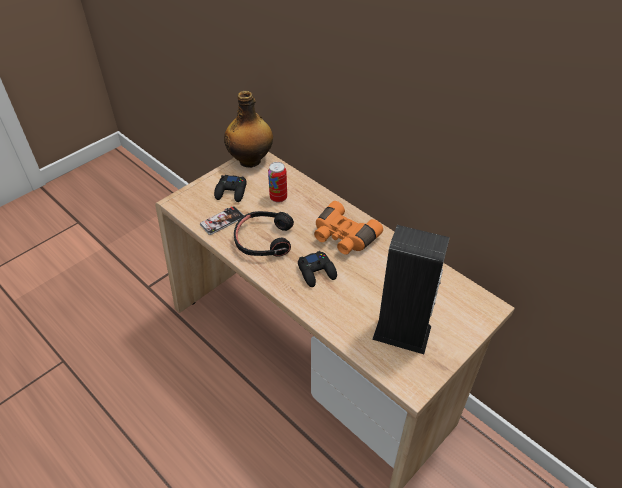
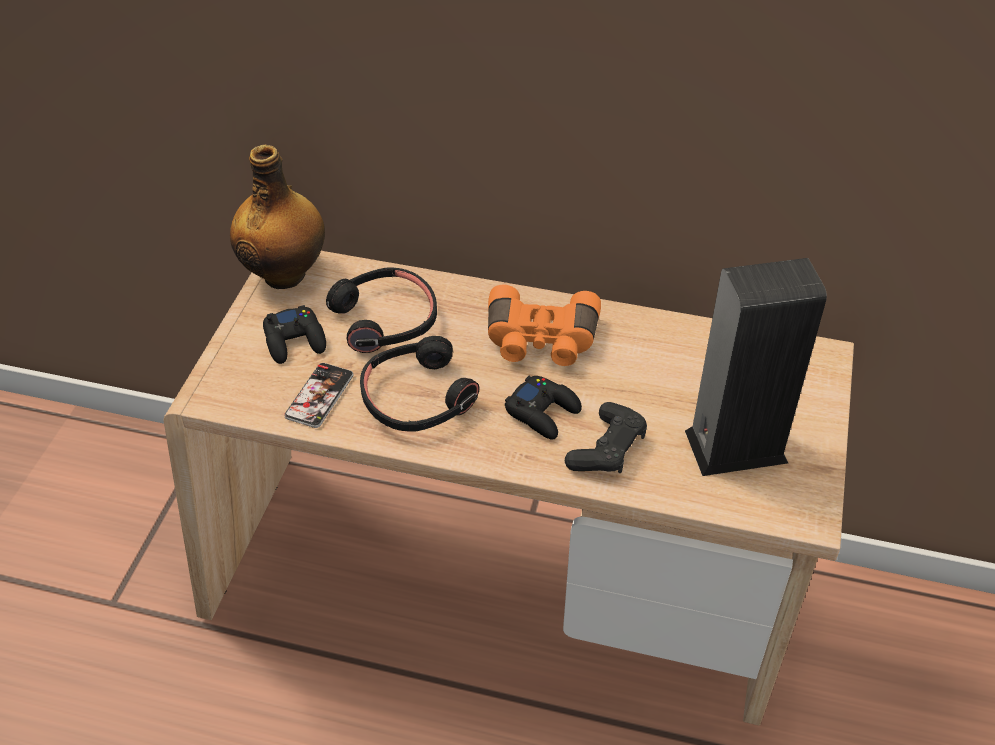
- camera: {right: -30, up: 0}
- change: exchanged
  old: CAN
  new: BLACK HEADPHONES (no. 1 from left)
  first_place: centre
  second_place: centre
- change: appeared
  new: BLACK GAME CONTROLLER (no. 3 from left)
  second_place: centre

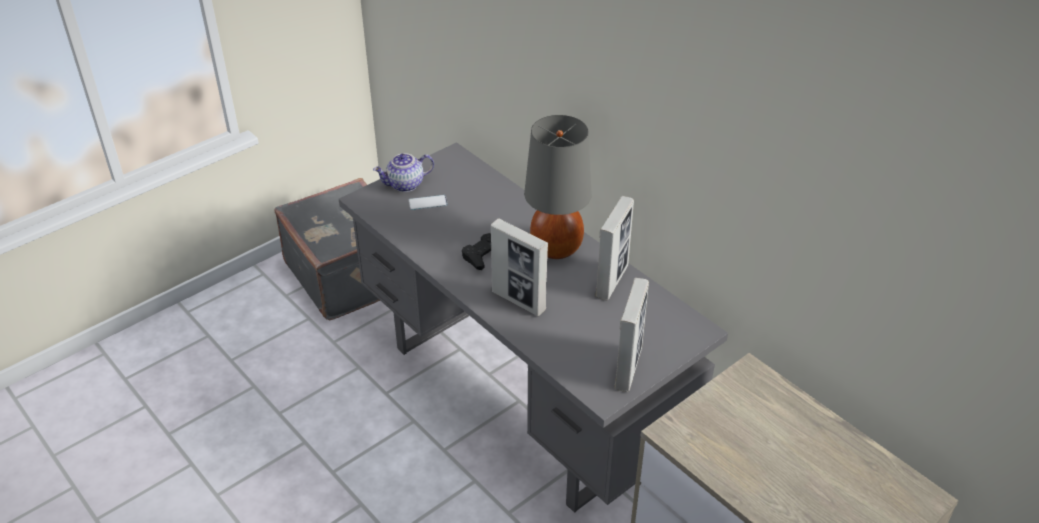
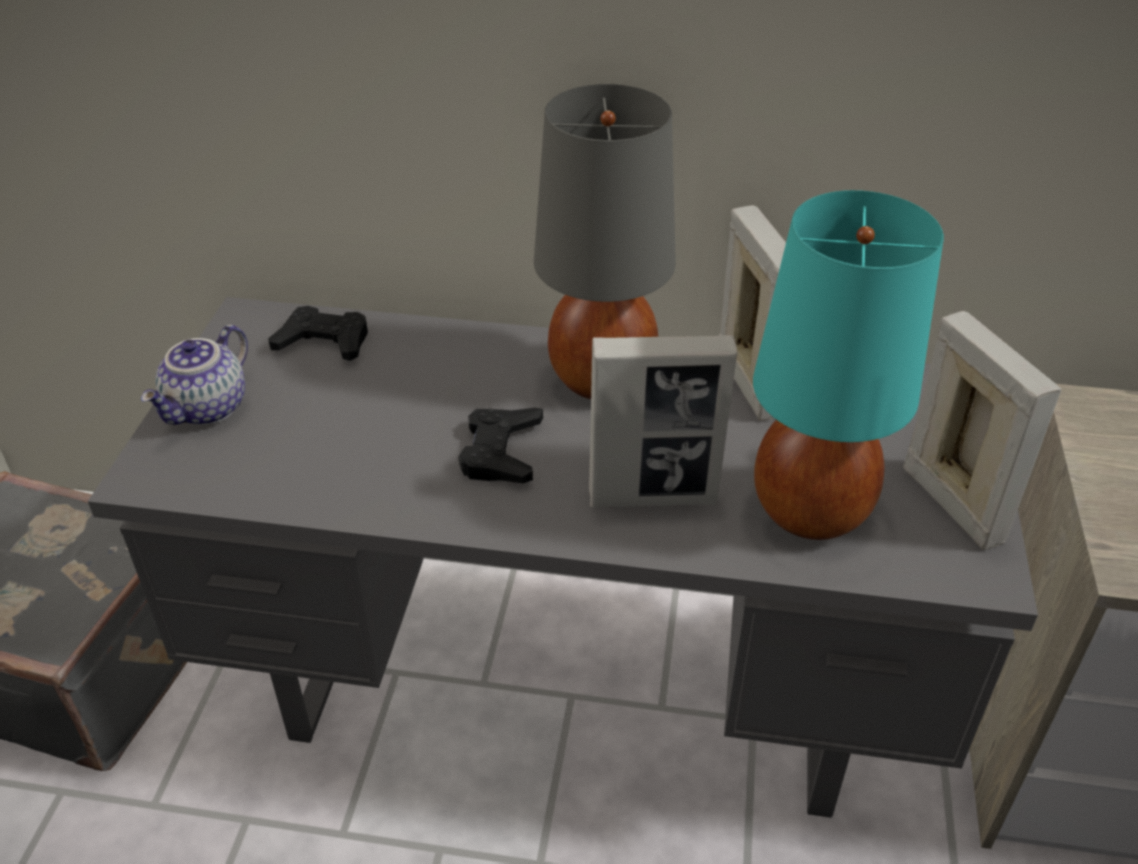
- camera: {right: -40, up: 0}
- change: missing
  old: PHONE
  first_place: centre
- change: appeared
  new: TURQUOISE TABLE LAMP
  second_place: middle right
- change: appeared
  new: BLACK GAME CONTROLLER (no. 1 from left)
  second_place: middle left

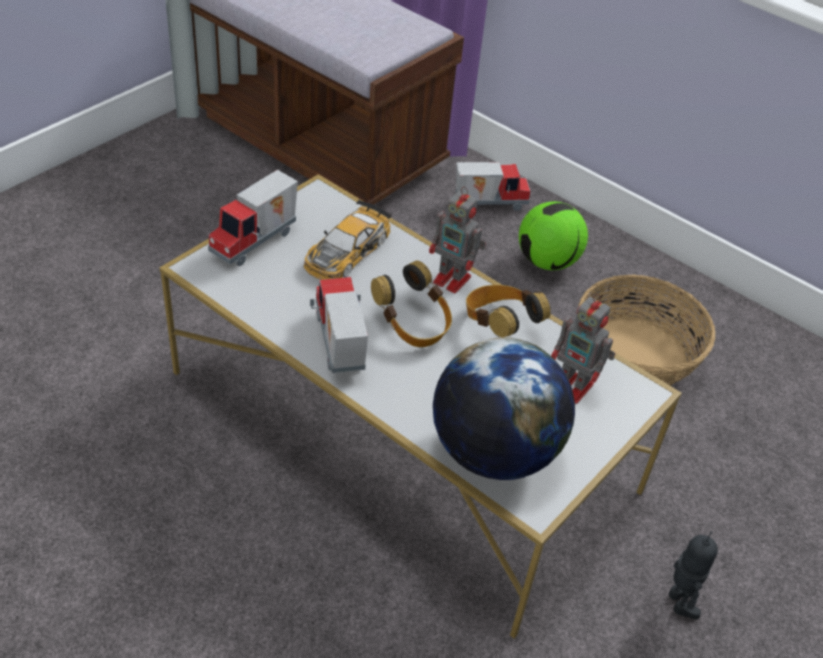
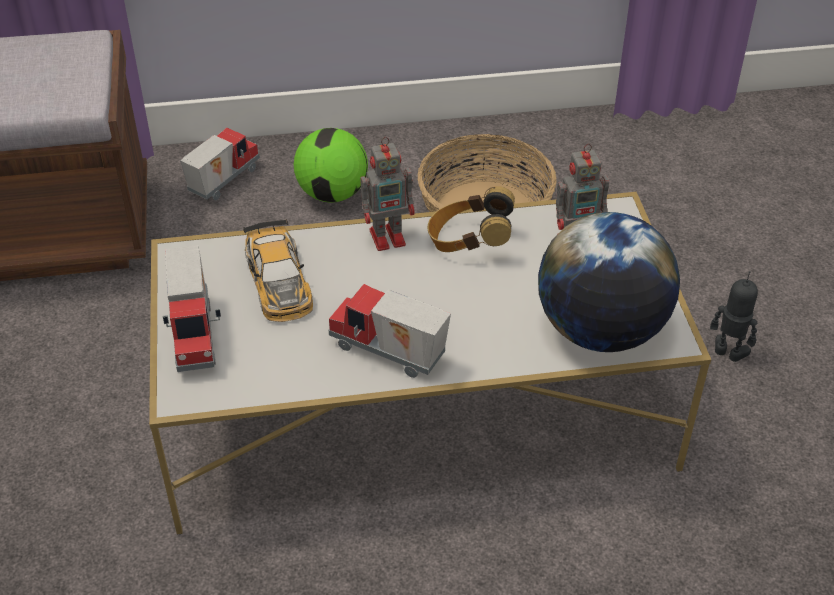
- camera: {right: -45, up: 0}
- change: missing
  old: HEADPHONES (no. 1 from left)
  first_place: centre

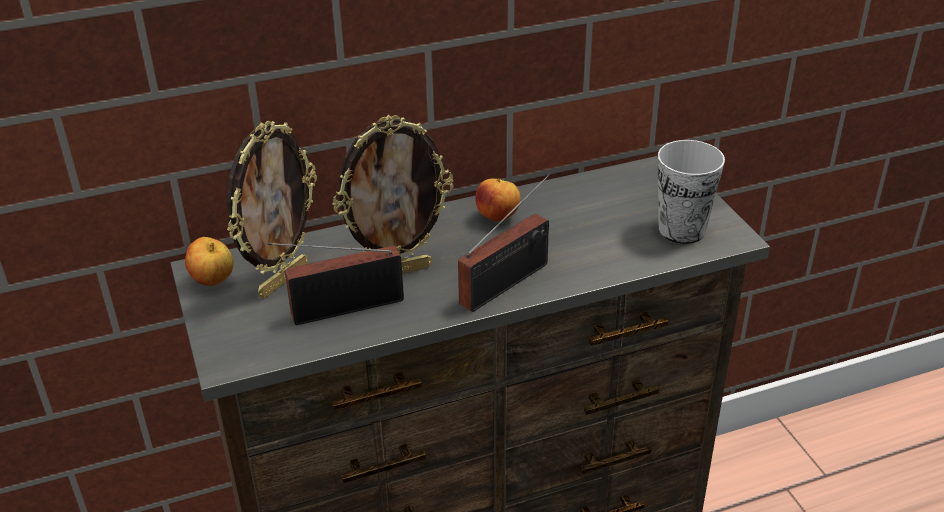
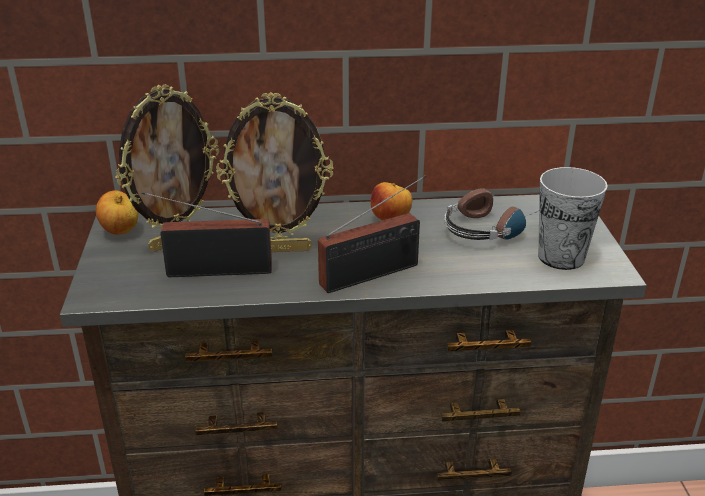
- camera: {right: 15, up: -5}
- change: appeared
  new: HEADPHONES
  second_place: middle right

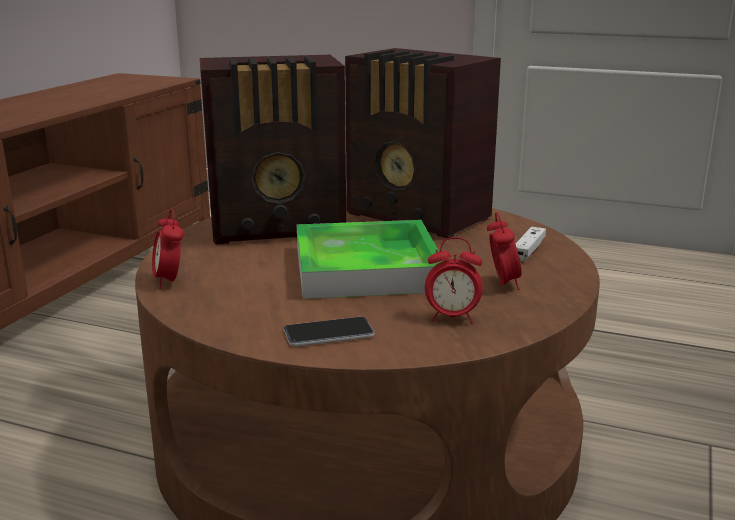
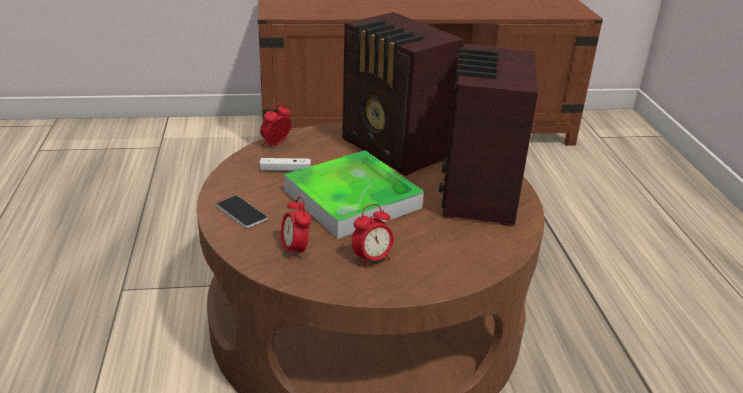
- camera: {right: 60, up: 10}
- change: relocated
  old: WHITE GAME CONTROLLER
  first_place: middle right
  second_place: centre

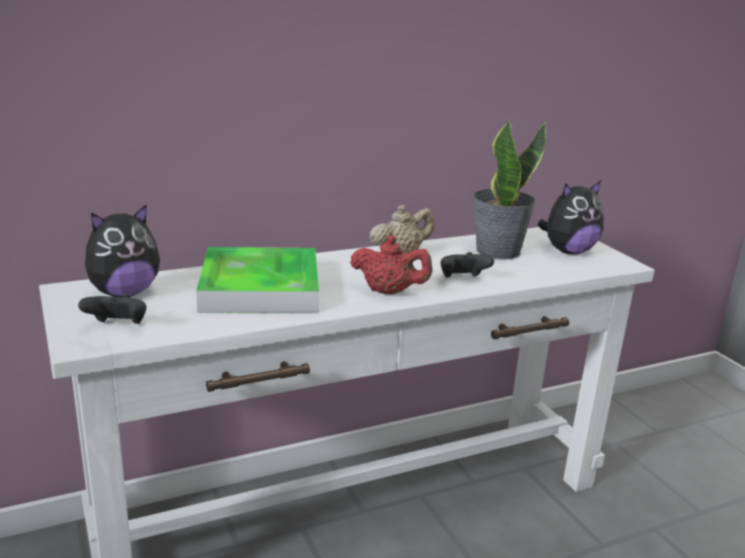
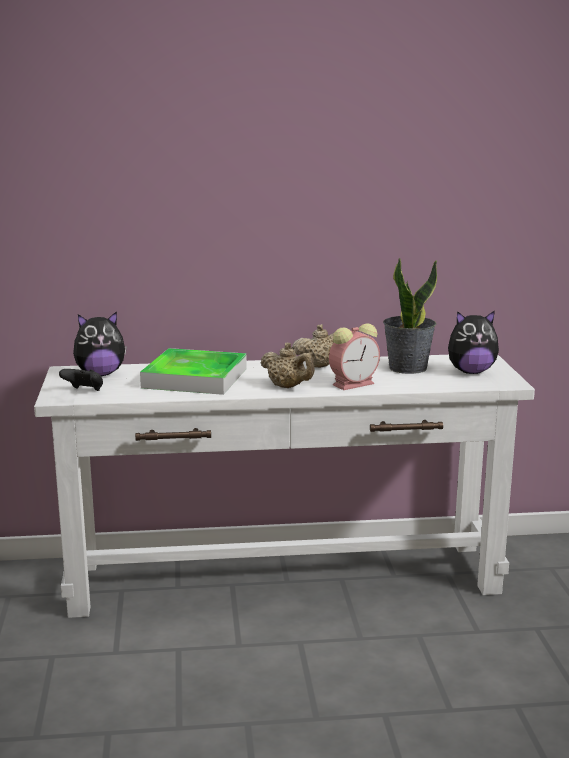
- camera: {right: 20, up: -5}
- change: colour
  old: RED TEAPOT
  new: BEIGE TEAPOT (no. 1 from left)
  first_place: centre
  second_place: centre
- change: exchanged
  old: BLACK GAME CONTROLLER (no. 2 from left)
  new: ALARM CLOCK
  first_place: centre
  second_place: centre

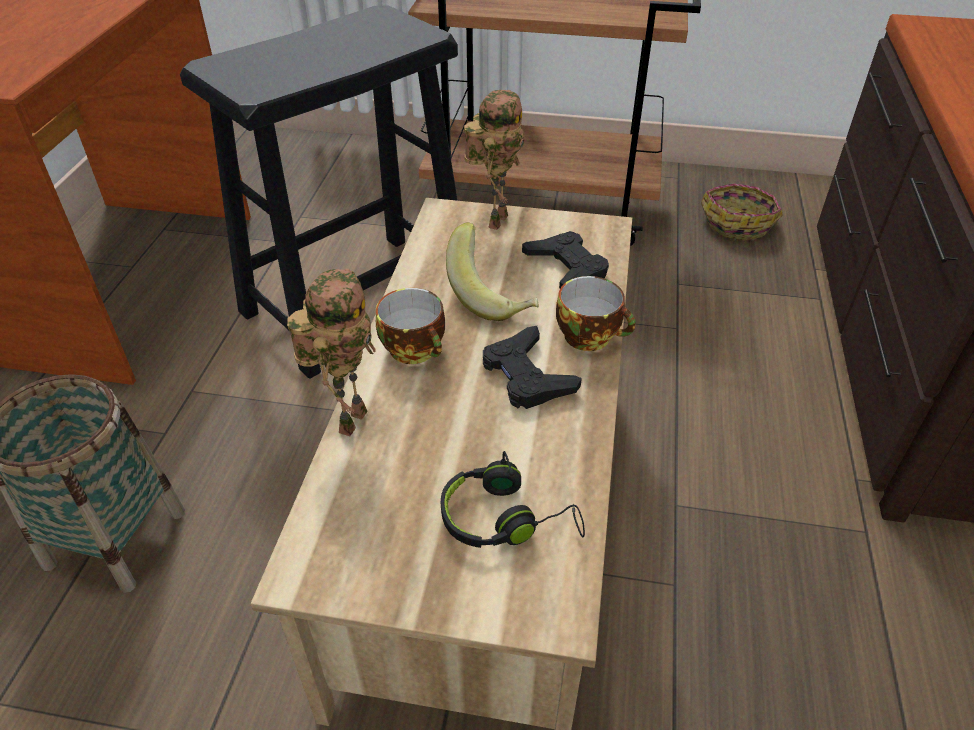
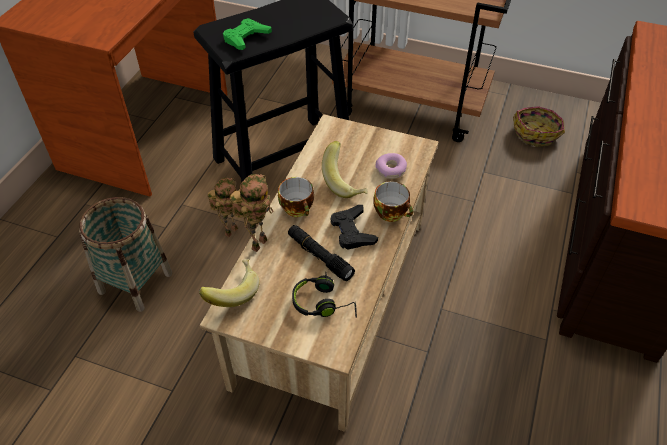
- camera: {right: 10, up: 5}
- change: relocated
  old: TOY ROBOT (no. 2 from left in the first image)
  new: TOY ROBOT (no. 1 from left)
  first_place: top centre
  second_place: centre
- change: exchanged
  old: BLACK GAME CONTROLLER (no. 2 from left)
  new: DONUT
  first_place: centre
  second_place: centre
- change: appeared
  new: GREEN GAME CONTROLLER
  second_place: top centre
- change: appeared
  new: BLACK FLASHLIGHT
  second_place: centre
- change: appeared
  new: BANANA (no. 1 from left)
  second_place: centre

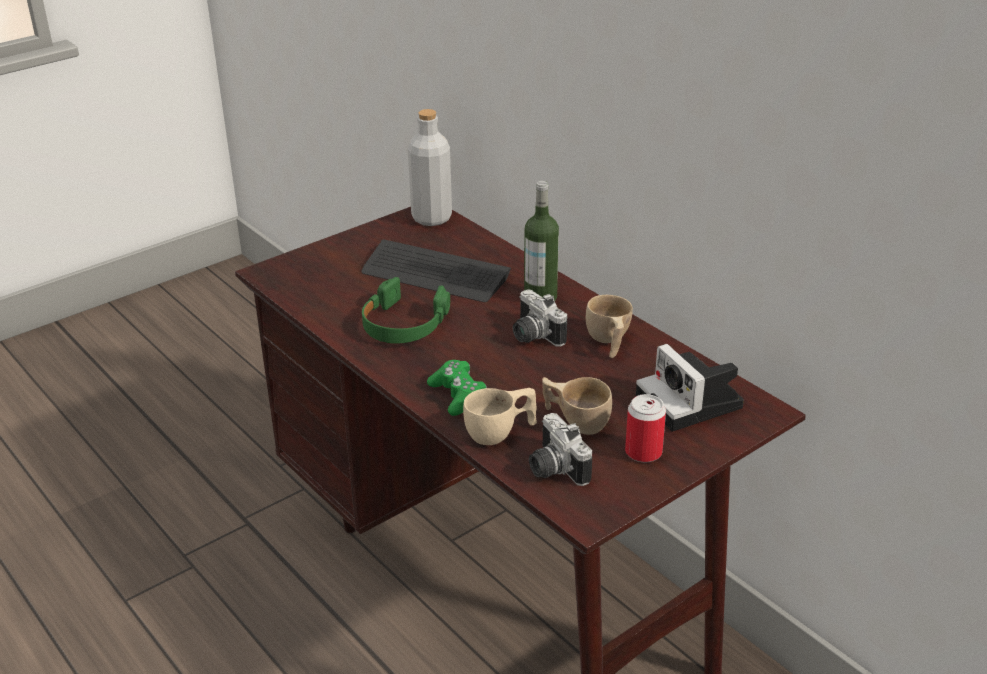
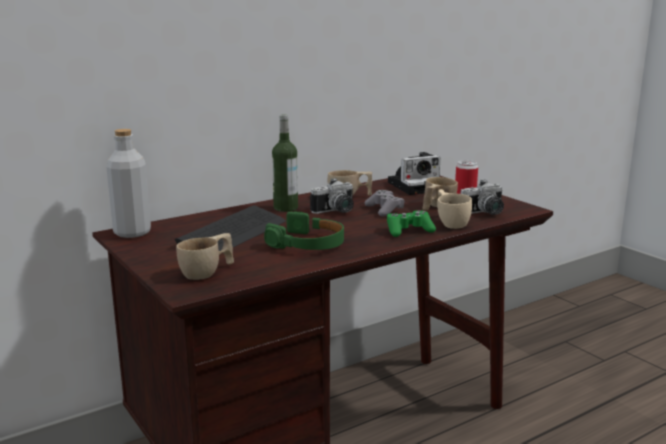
- camera: {right: -85, up: -15}
- change: appeared
  new: GREY GAME CONTROLLER
  second_place: centre
- change: appeared
  new: BEIGE CUP (no. 1 from left)
  second_place: middle left

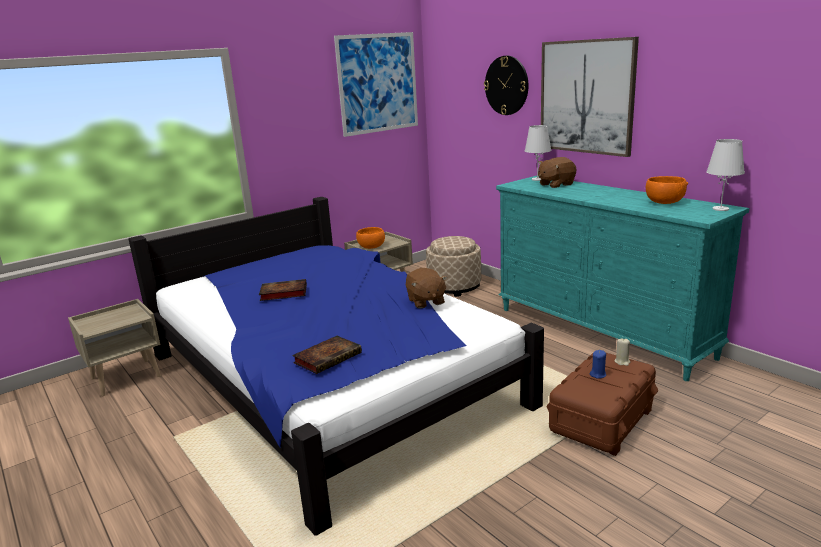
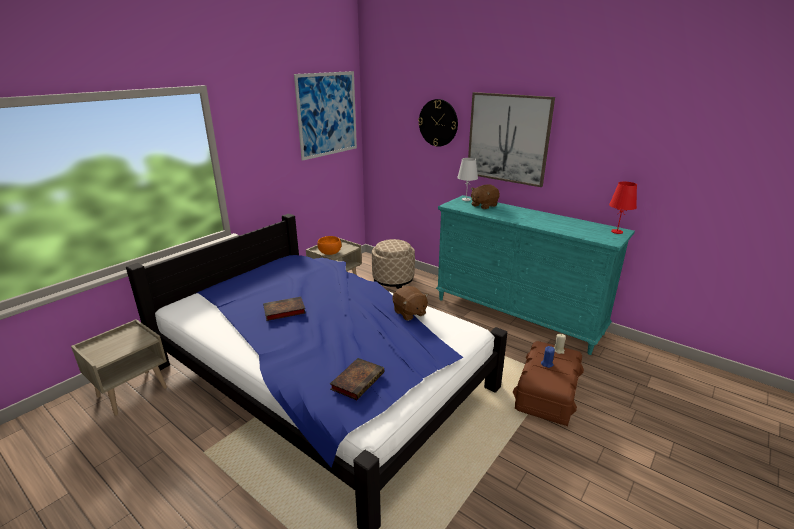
- camera: {right: -15, up: 5}
- change: colour
  old: WHITE TABLE LAMP (no. 2 from left)
  new: RED TABLE LAMP
  first_place: top right
  second_place: middle right
- change: missing
  old: ORANGE BOWL (no. 2 from left)
  first_place: middle right

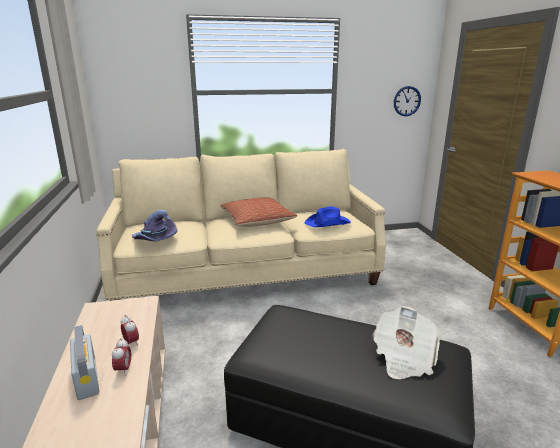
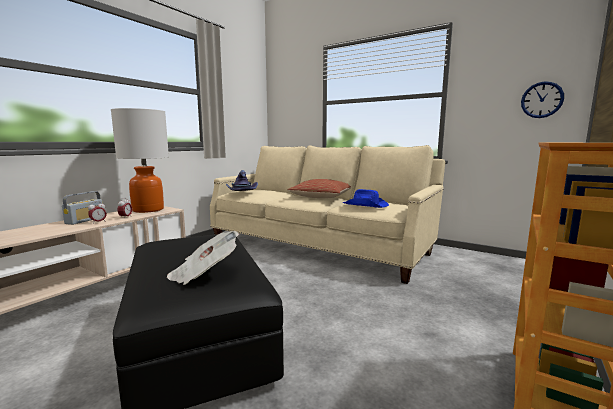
- camera: {right: 45, up: -10}
- change: appeared
  new: TABLE LAMP
  second_place: middle left

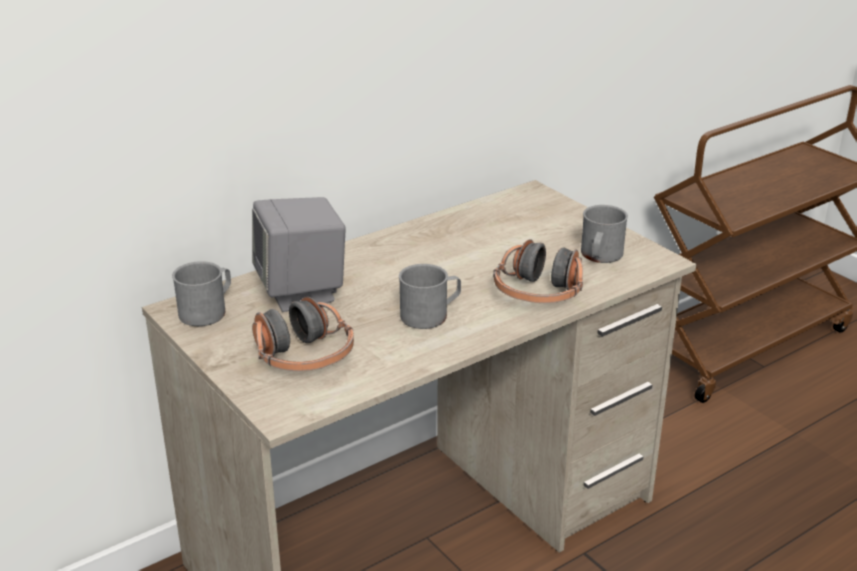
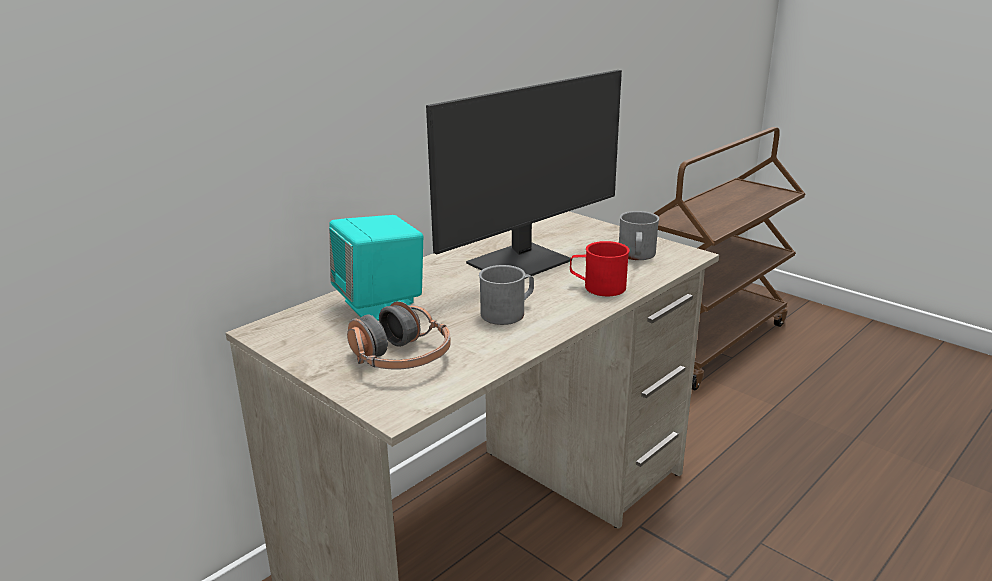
- camera: {right: -10, up: -5}
- change: colour
  old: GREY SPEAKER
  new: TURQUOISE SPEAKER
  first_place: centre
  second_place: centre
- change: exchanged
  old: HEADPHONES (no. 2 from left)
  new: RED MUG
  first_place: centre
  second_place: centre
- change: missing
  old: GREY MUG (no. 1 from left)
  first_place: middle left
- change: appeared
  new: MONITOR
  second_place: top centre

